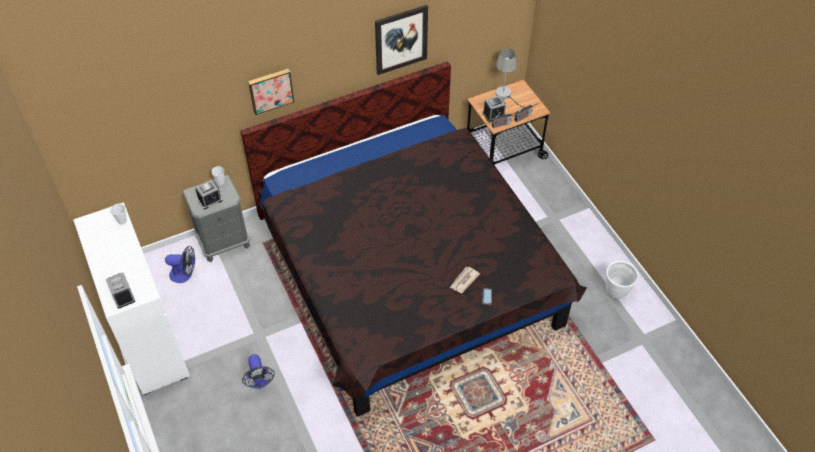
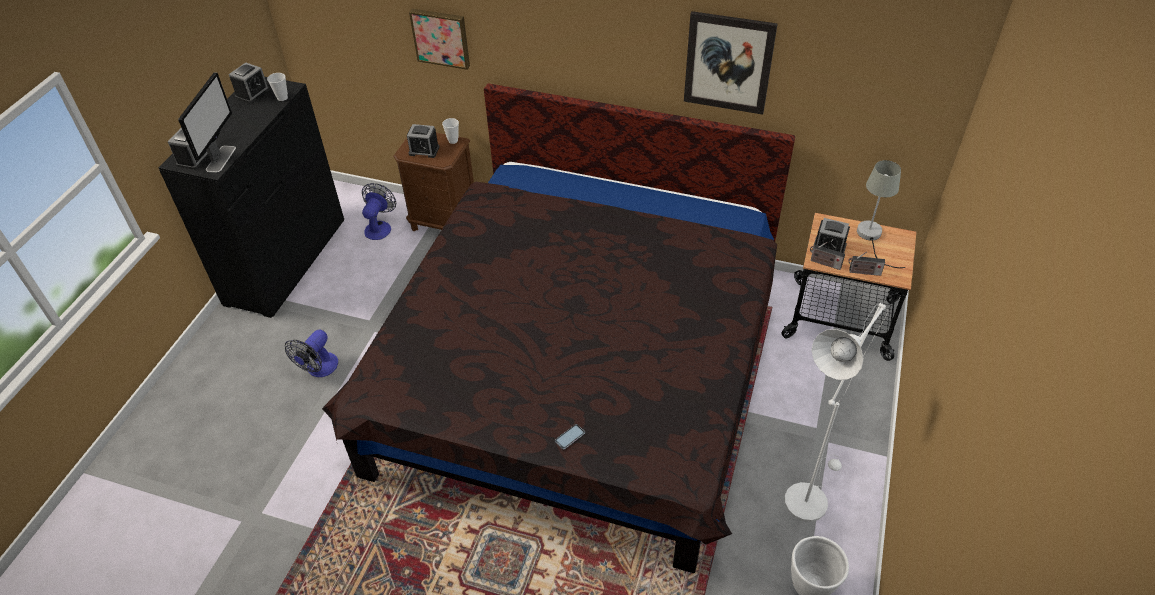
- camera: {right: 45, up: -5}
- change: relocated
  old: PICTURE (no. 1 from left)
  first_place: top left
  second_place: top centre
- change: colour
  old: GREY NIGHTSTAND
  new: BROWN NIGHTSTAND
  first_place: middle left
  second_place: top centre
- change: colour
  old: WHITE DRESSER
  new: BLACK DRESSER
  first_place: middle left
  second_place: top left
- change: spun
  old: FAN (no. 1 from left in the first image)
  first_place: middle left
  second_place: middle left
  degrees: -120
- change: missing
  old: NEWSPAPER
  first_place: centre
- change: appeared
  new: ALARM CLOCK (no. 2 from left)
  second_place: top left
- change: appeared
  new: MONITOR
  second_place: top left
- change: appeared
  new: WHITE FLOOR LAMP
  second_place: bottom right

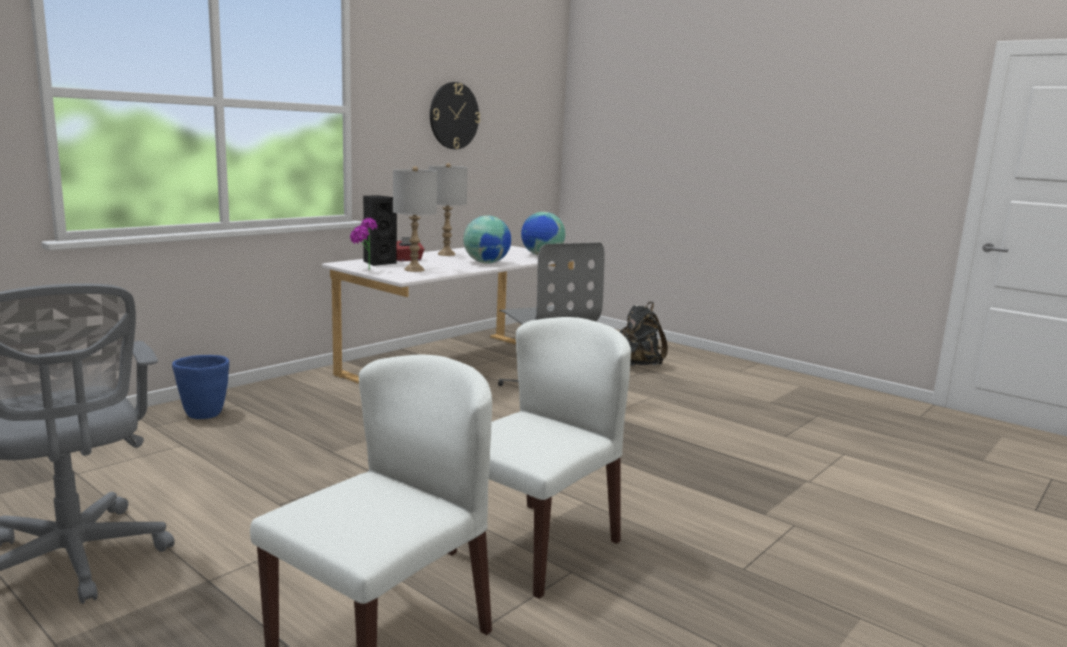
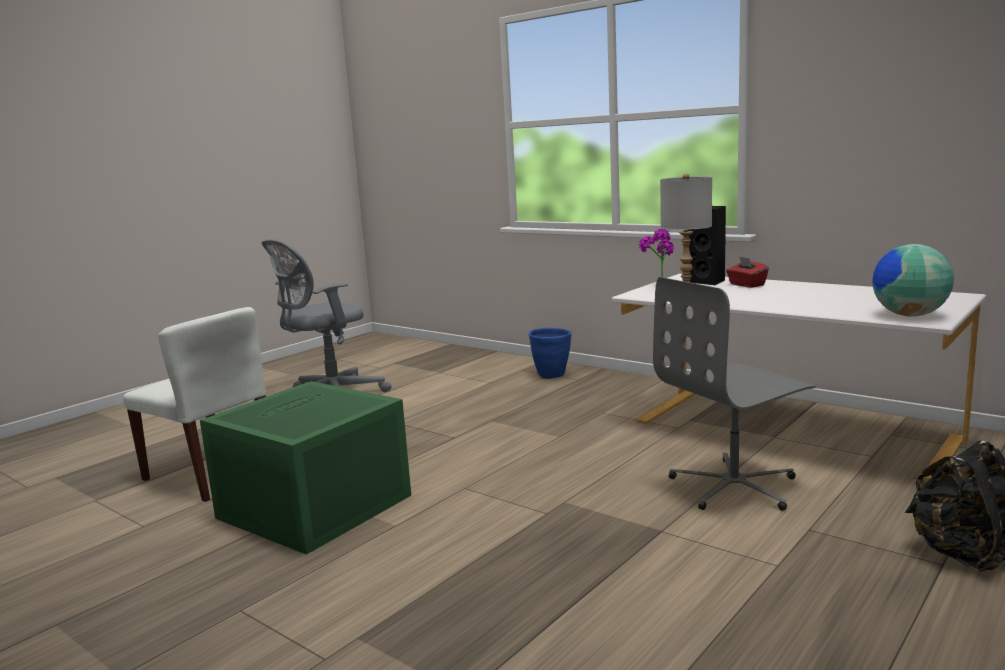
- camera: {right: 90, up: 0}
- change: missing
  old: WALL CLOCK
  first_place: top centre
- change: missing
  old: GREY TABLE LAMP (no. 2 from left)
  first_place: top centre
- change: missing
  old: GLOBE (no. 1 from left)
  first_place: centre
- change: exchanged
  old: WHITE CHAIR (no. 2 from left)
  new: GREEN STORAGE BOX
  first_place: bottom centre
  second_place: bottom left

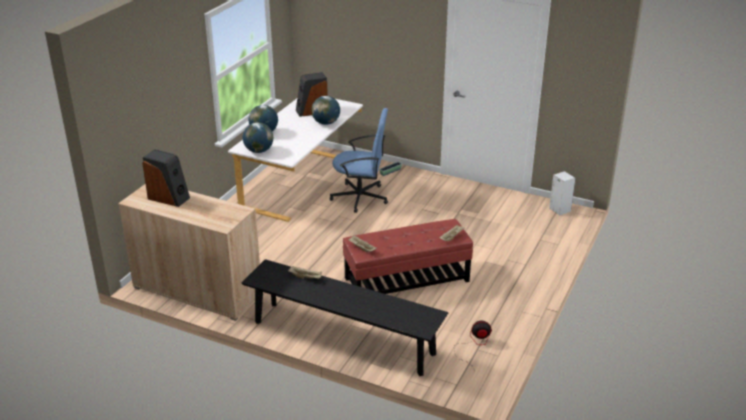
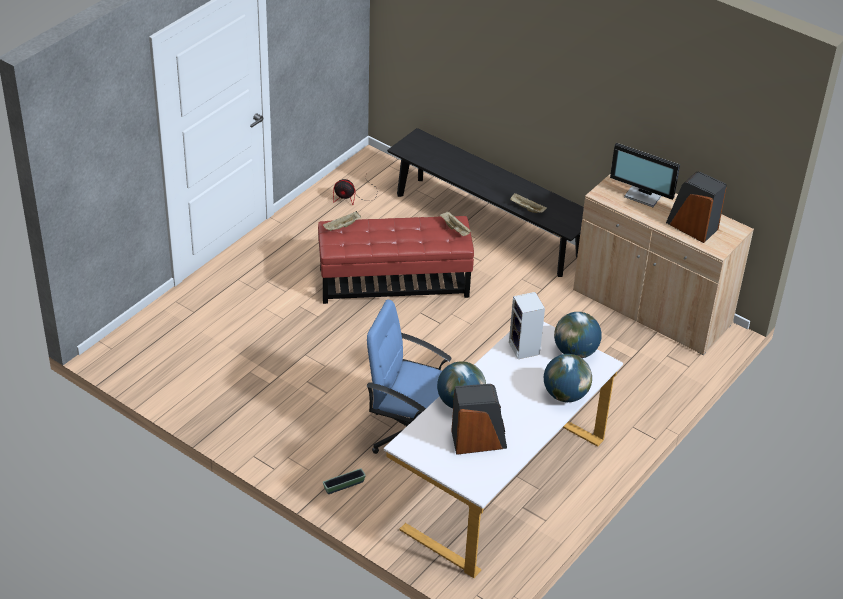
- camera: {right: -170, up: 10}
- change: relocated
  old: SPEAKER (no. 3 from left in the first image)
  new: SPEAKER (no. 2 from left)
  first_place: middle right
  second_place: centre
- change: appeared
  new: MONITOR
  second_place: top right

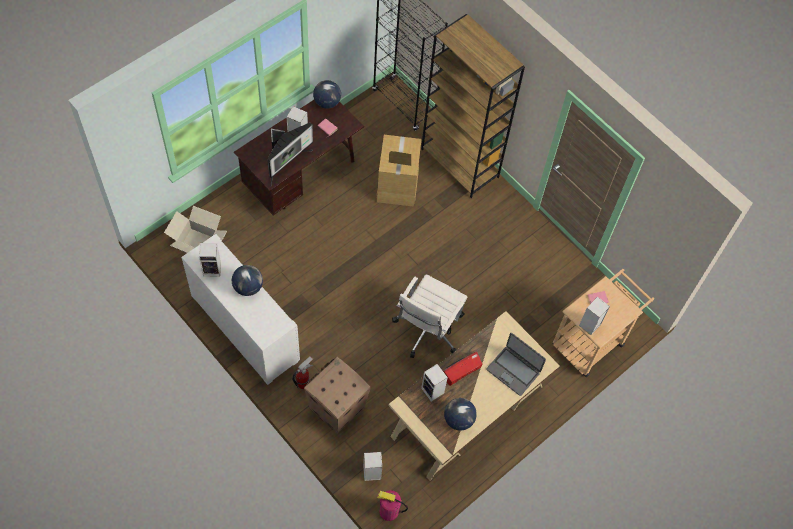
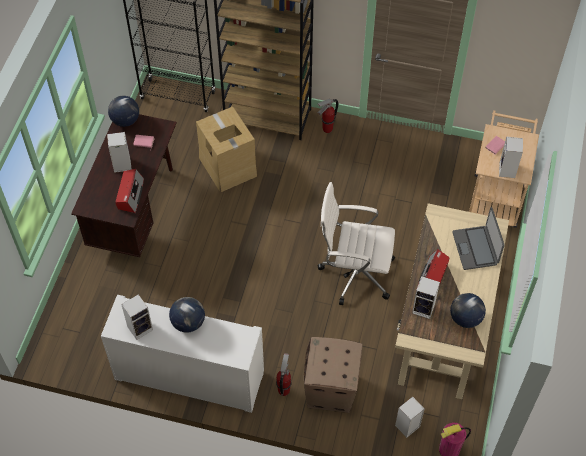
- camera: {right: -30, up: -5}
- change: exchanged
  old: MONITOR
  new: RADIO (no. 1 from left)
  first_place: top centre
  second_place: middle left
- change: missing
  old: CARDBOARD BOX (no. 1 from left)
  first_place: middle left
- change: spun
  old: WHITE OFFICE CHAIR
  first_place: centre
  second_place: centre
  degrees: 105
- change: spun
  old: LAPTOP
  first_place: bottom centre
  second_place: middle right
  degrees: 75
- change: appeared
  new: FIRE EXTINGUISHER (no. 2 from left)
  second_place: top centre

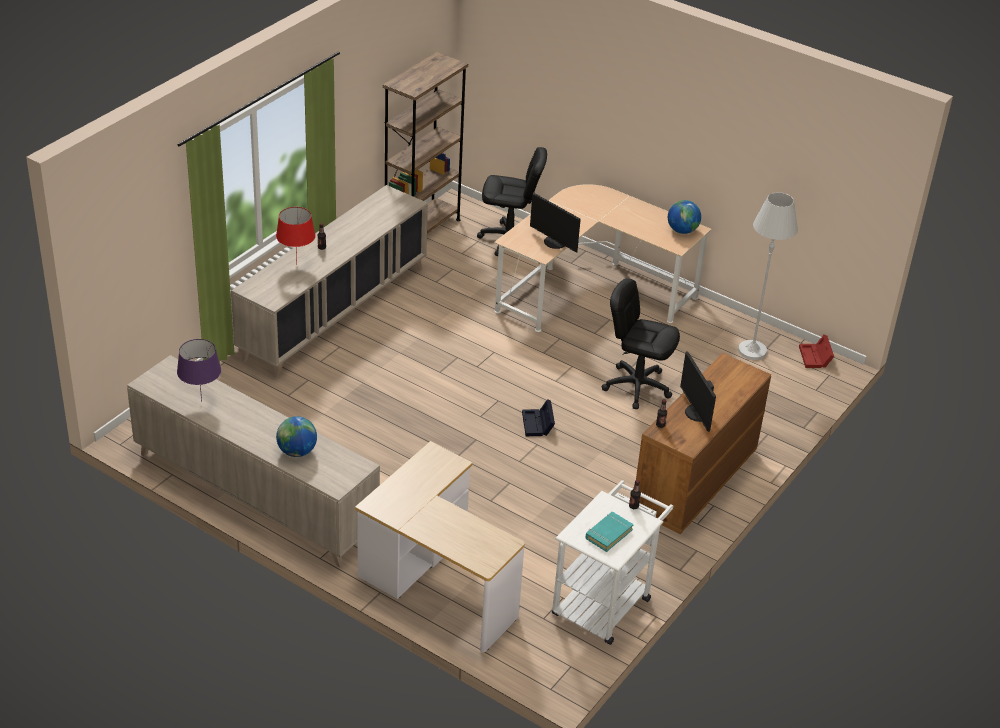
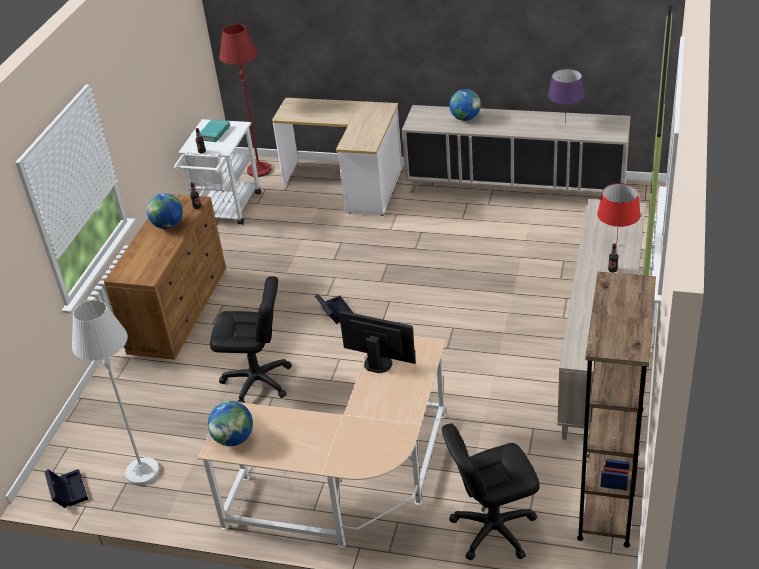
- camera: {right: 165, up: 0}
- change: colour
  old: RED STORAGE BOX
  new: BLACK STORAGE BOX (no. 1 from left)
  first_place: middle right
  second_place: bottom left
- change: exchanged
  old: MONITOR (no. 2 from left)
  new: GLOBE (no. 1 from left)
  first_place: middle right
  second_place: middle left
- change: appeared
  new: RED FLOOR LAMP
  second_place: top left

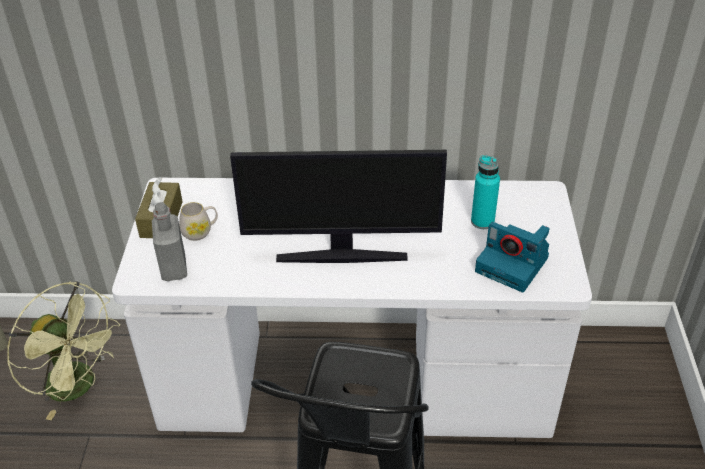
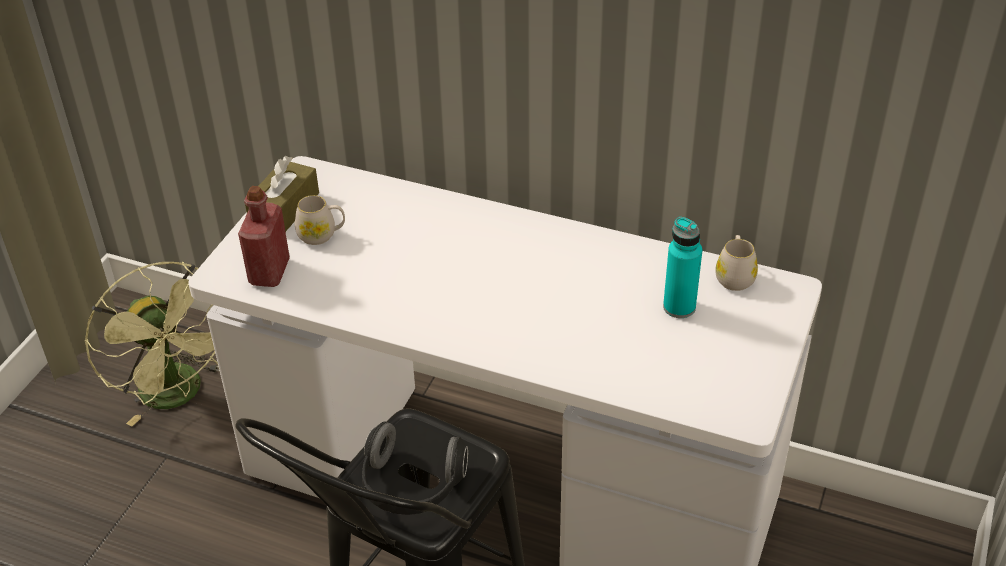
- camera: {right: 20, up: 0}
- change: missing
  old: MONITOR
  first_place: centre
- change: colour
  old: GREY BOTTLE
  new: RED BOTTLE
  first_place: middle left
  second_place: middle left
- change: missing
  old: PHOTO CAMERA
  first_place: middle right
- change: appeared
  new: WHITE MUG (no. 2 from left)
  second_place: middle right
- change: appeared
  new: HEADPHONES
  second_place: bottom centre

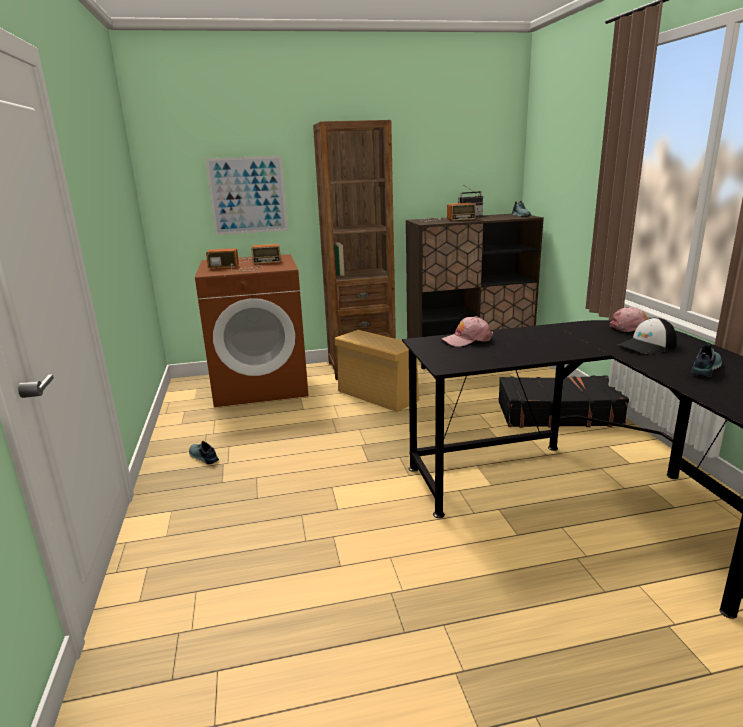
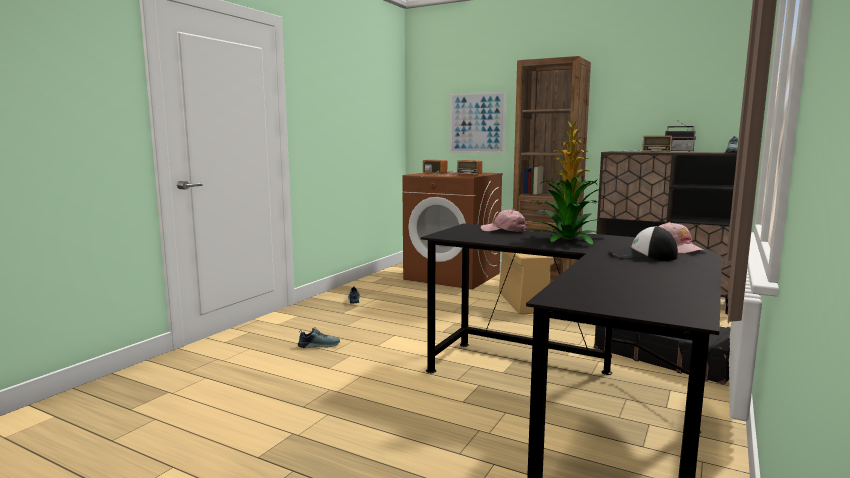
- camera: {right: 40, up: -10}
- change: relocated
  old: SHOE (no. 3 from left in the first image)
  new: SHOE (no. 1 from left)
  first_place: middle right
  second_place: bottom centre
- change: appeared
  new: POTTED PLANT
  second_place: centre

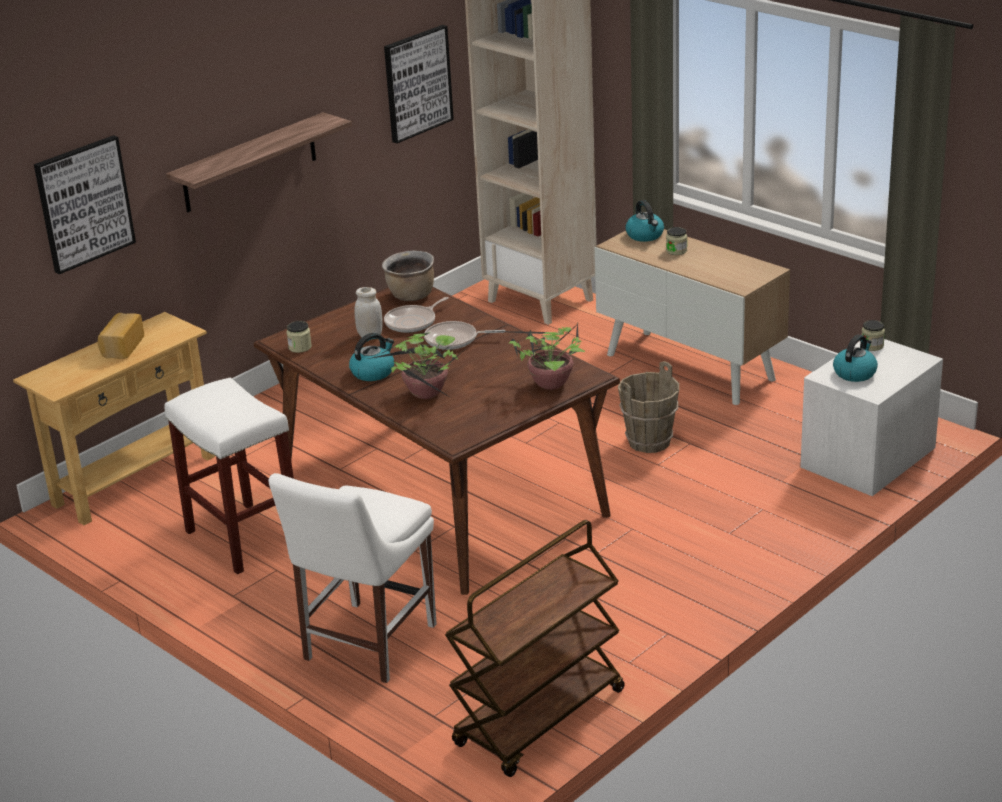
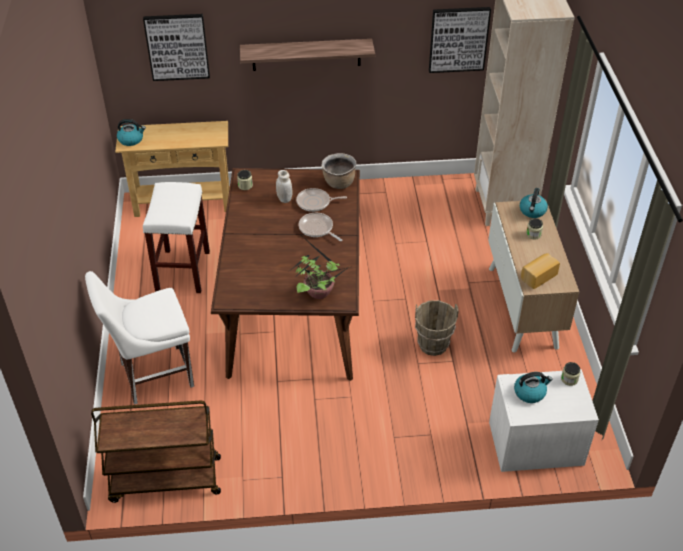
- camera: {right: 40, up: 15}
- change: relocated
  old: BREAD
  first_place: middle left
  second_place: middle right
- change: missing
  old: POTTED PLANT (no. 1 from left)
  first_place: centre
- change: relocated
  old: KETTLE (no. 1 from left)
  first_place: centre
  second_place: top left

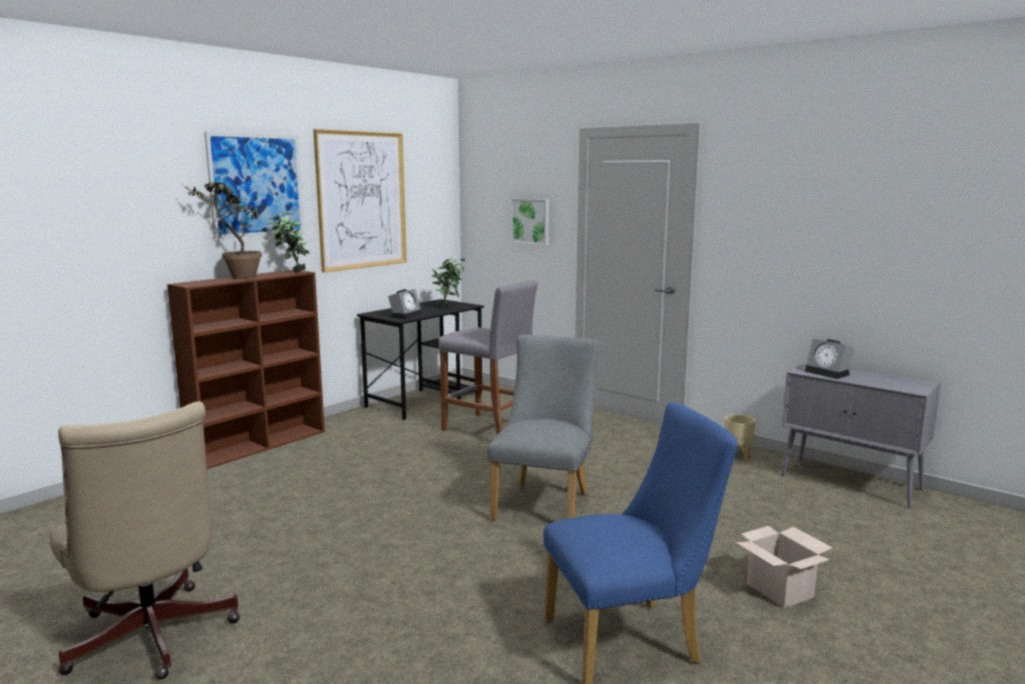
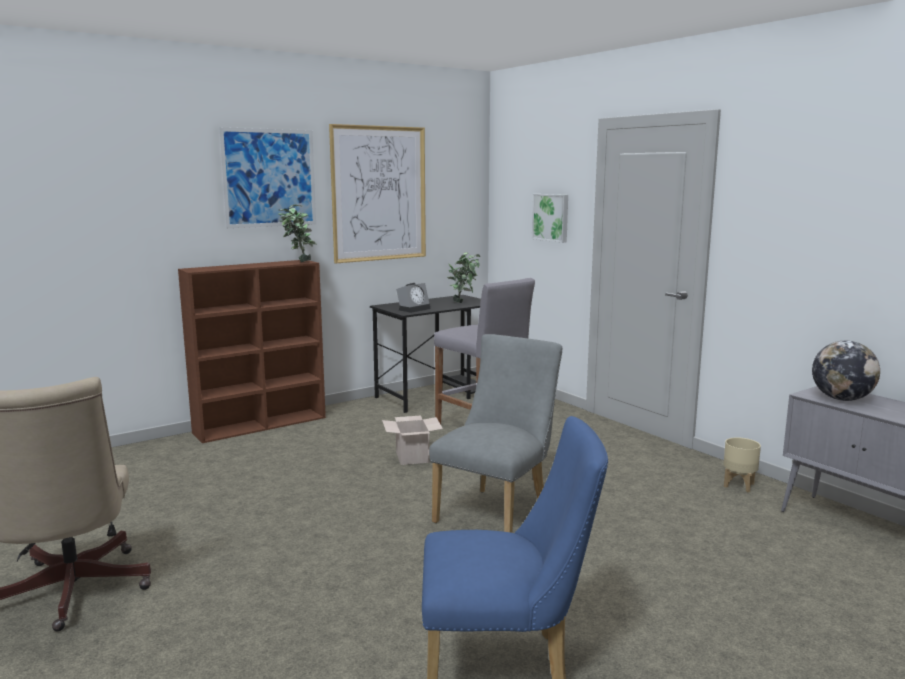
- camera: {right: 15, up: 0}
- change: missing
  old: POTTED PLANT (no. 1 from left)
  first_place: middle left
- change: exchanged
  old: ALARM CLOCK (no. 2 from left)
  new: GLOBE
  first_place: middle right
  second_place: middle right
- change: relocated
  old: CARDBOARD BOX
  first_place: bottom right
  second_place: centre

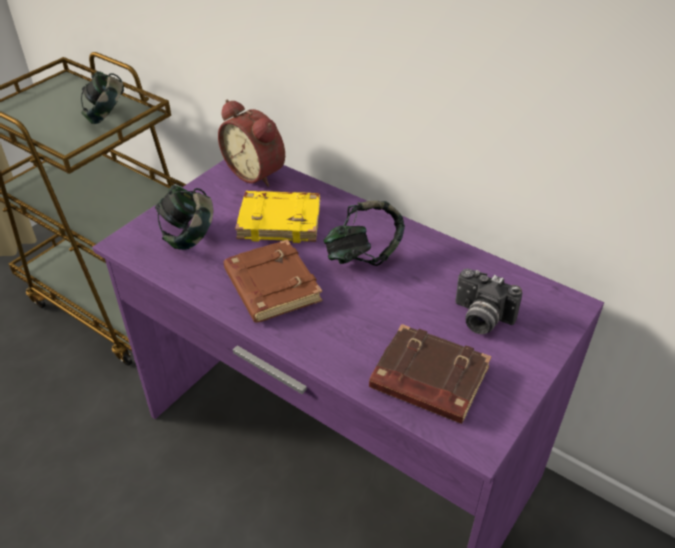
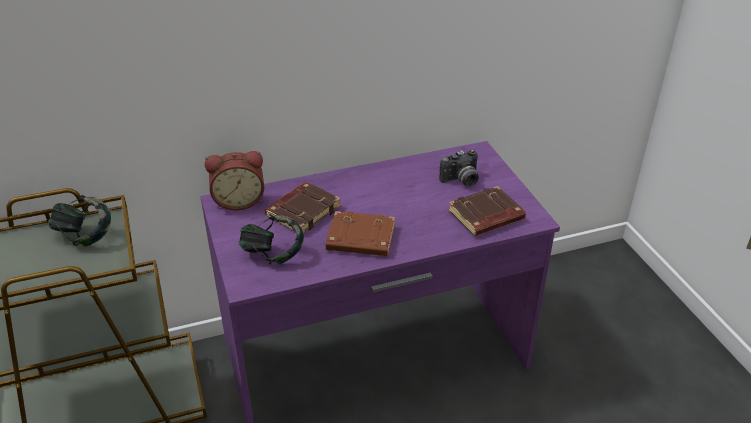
- camera: {right: -55, up: -5}
- change: colour
  old: YELLOW BOOK
  new: BROWN BOOK (no. 1 from left)
  first_place: centre
  second_place: centre
- change: missing
  old: HEADPHONES (no. 3 from left)
  first_place: centre

